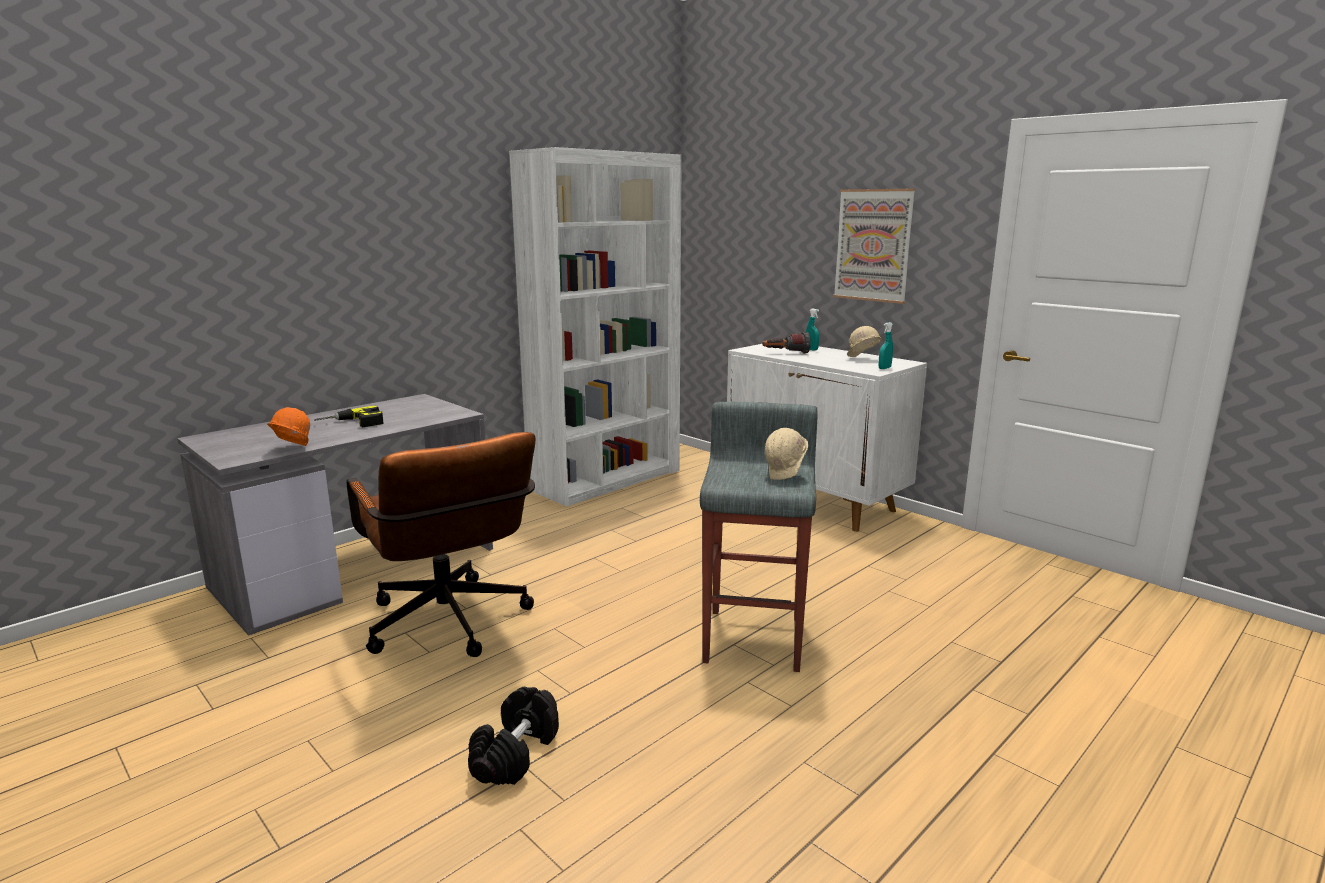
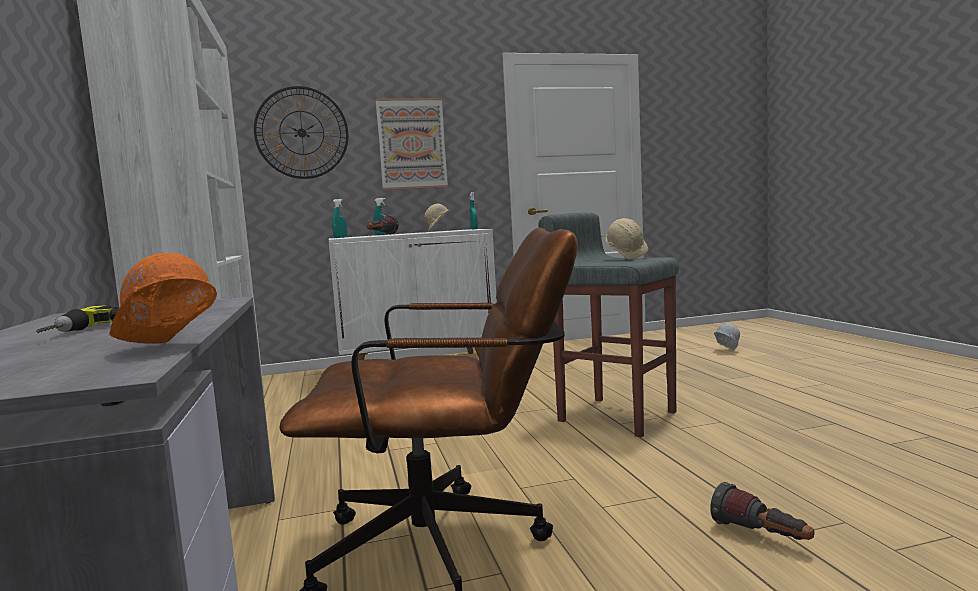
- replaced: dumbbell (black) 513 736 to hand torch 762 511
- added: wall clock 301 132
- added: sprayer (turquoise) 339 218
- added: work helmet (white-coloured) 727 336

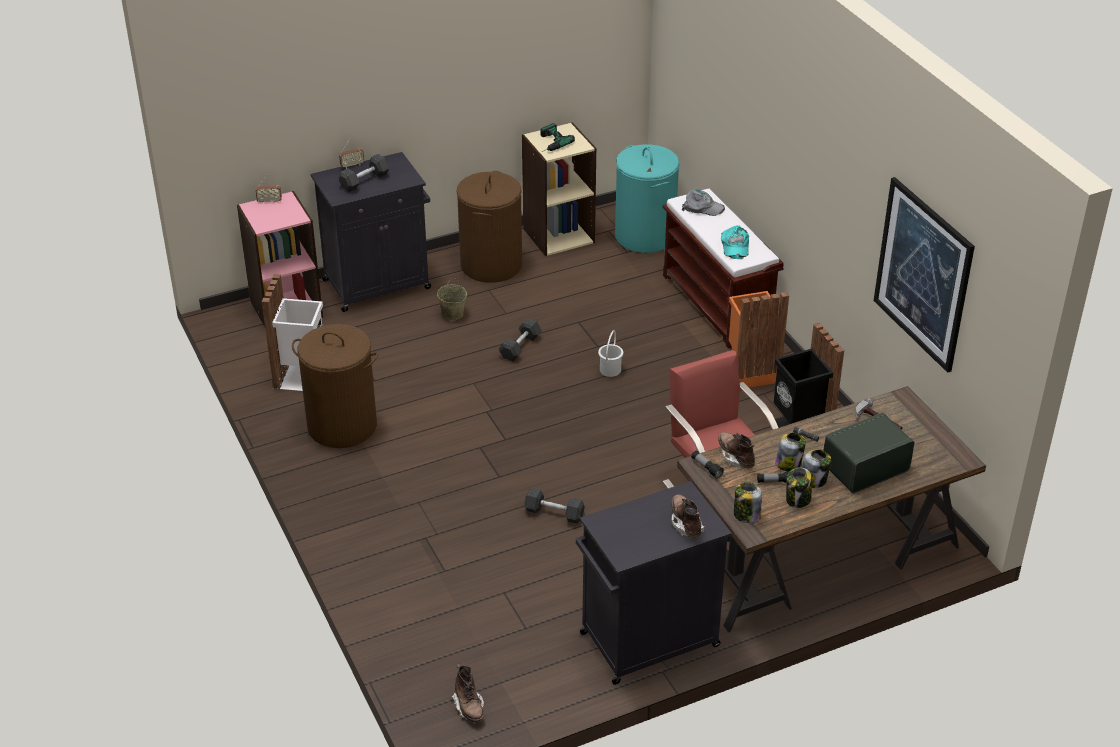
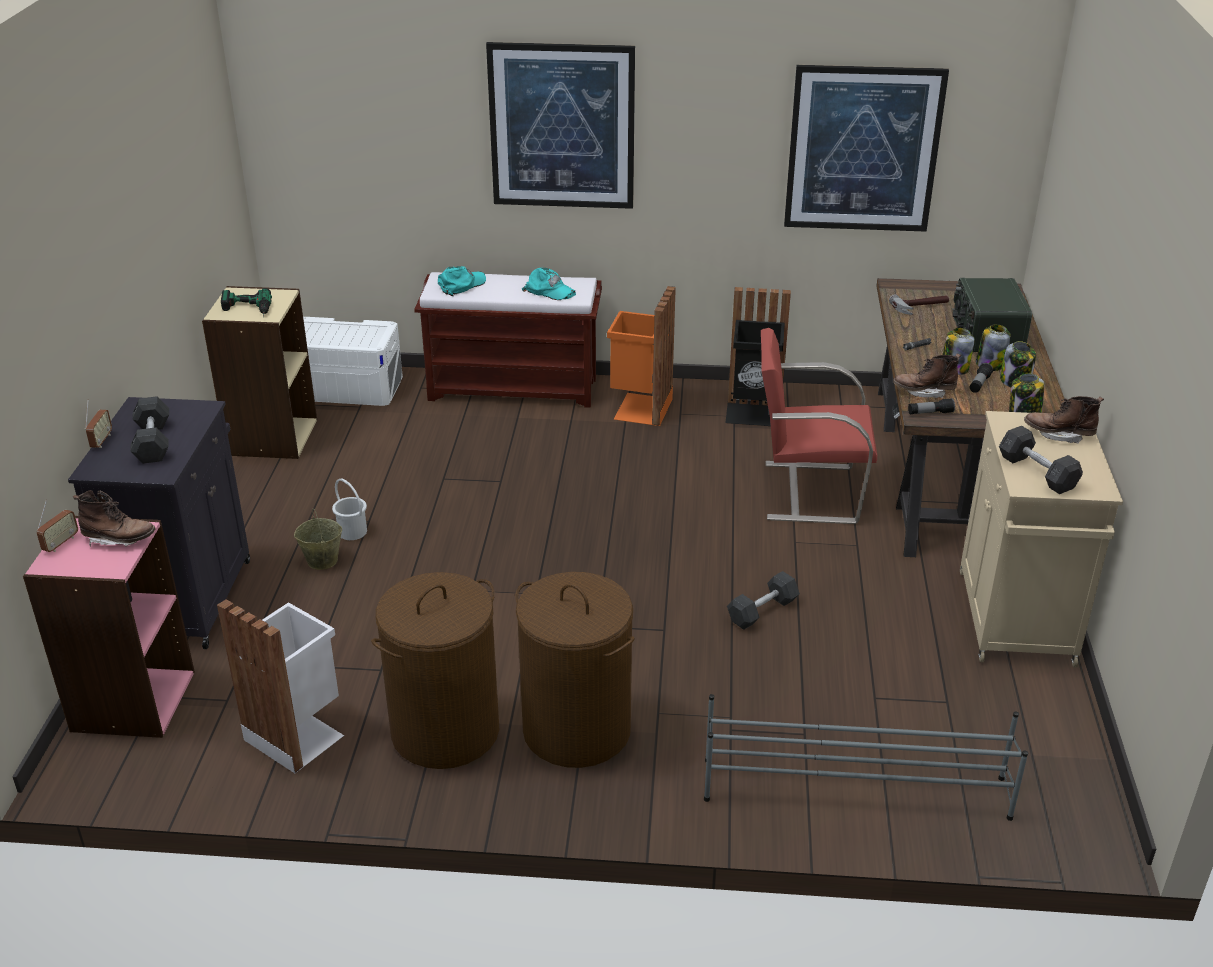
- moved: tall boot (brownish) 467 692 to 114 518
- moved: washing basket (brownish) 489 227 to 575 670
- moved: dumbbell (gray) 520 339 to 1041 460
- recoloured: cupboard (black) 654 583 to cupboard (sand-coloured) 1041 539
- moved: bucket (white-coloured) 610 354 to 349 509
- replaced: washing basket (turquoise) 647 198 to storage box (white-coloured) 353 361
- recoloured: baseball cap (gray) 703 203 to baseball cap (turquoise) 462 281
- added: wall picture 560 125
- added: shoe shelf (gray) 866 757

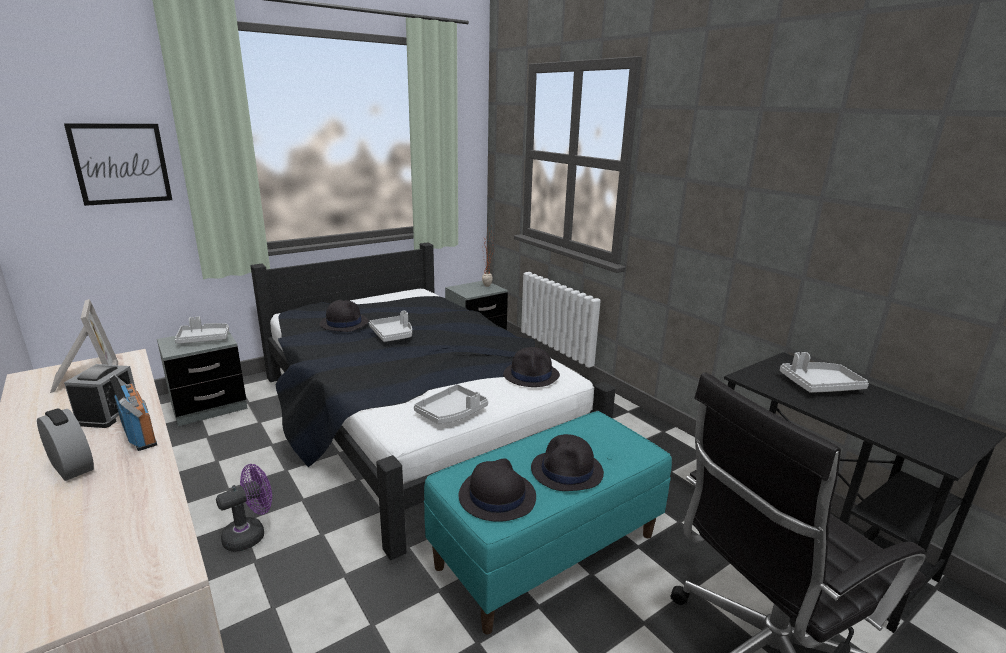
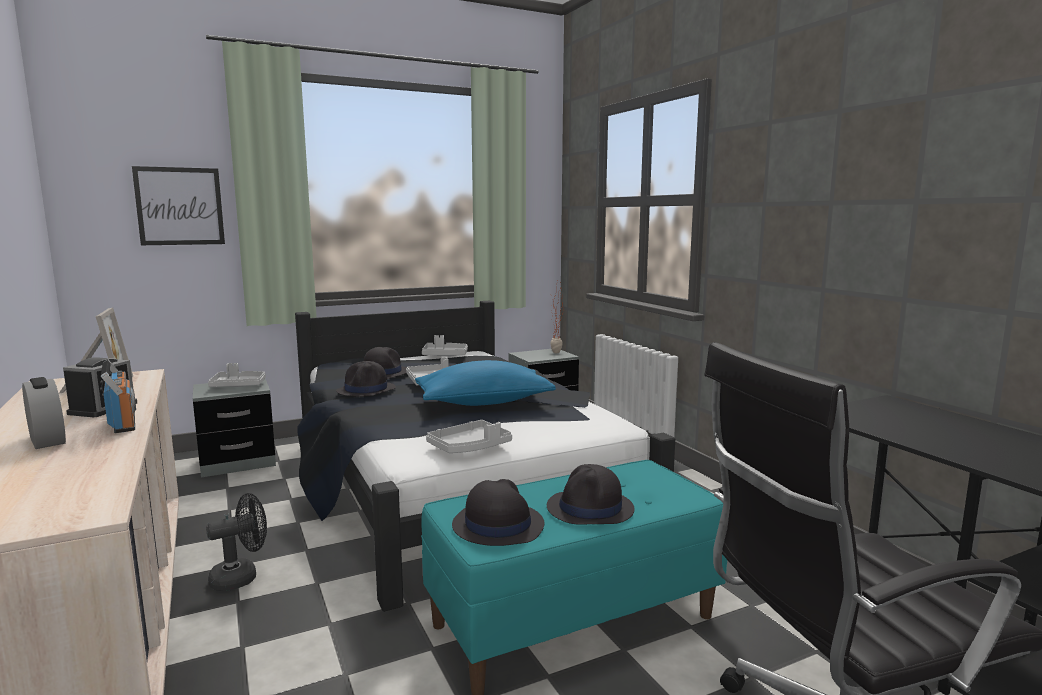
- recoloured: electric fan (purple-coloured) 244 508 to electric fan (black) 236 542
- moved: wearable hat (black) 531 367 to 366 379
- moved: serving tray (gray) 824 372 to 445 345
- added: cushion (bluish) 485 383

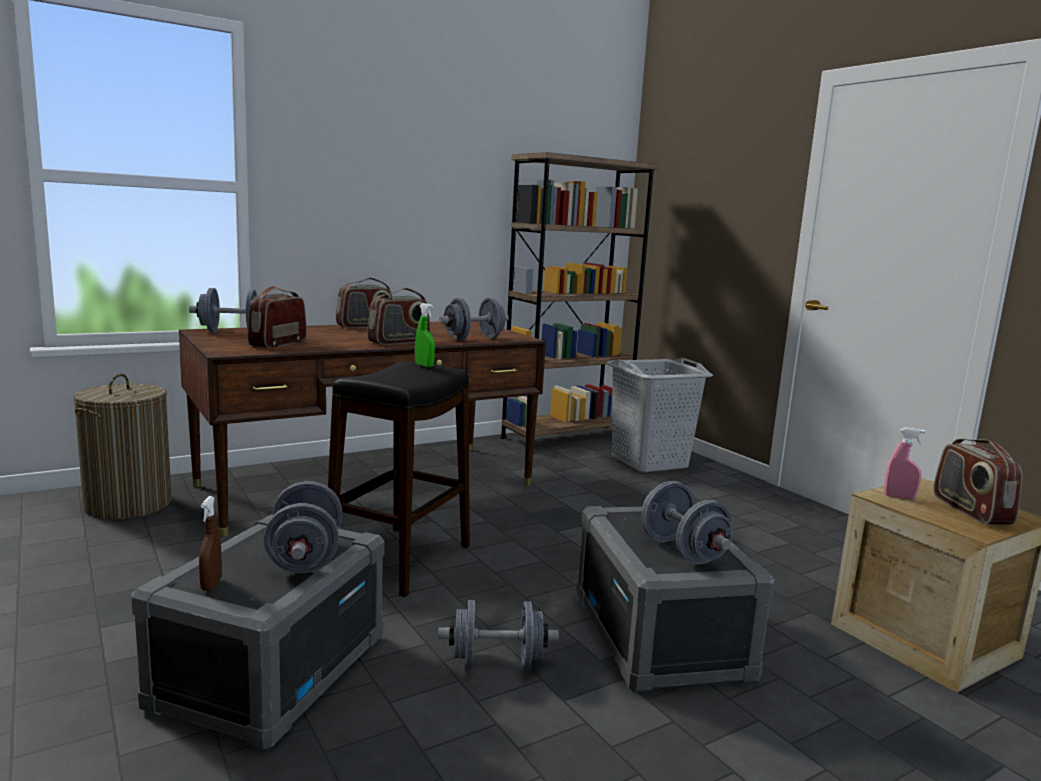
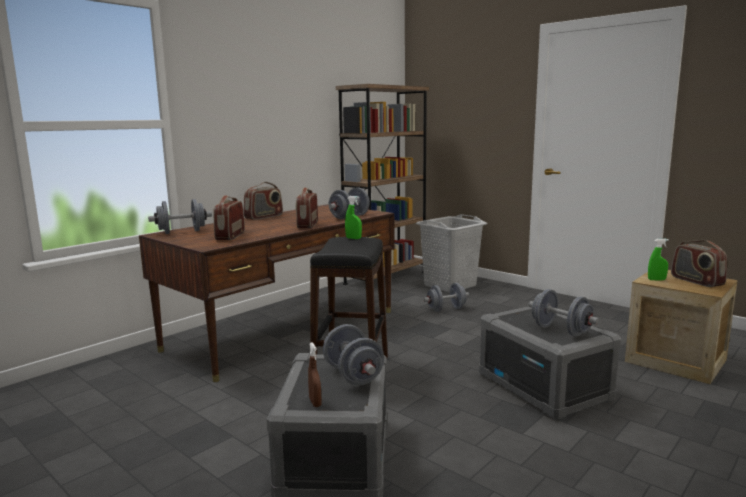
- removed: washing basket 122 446
- turned: radio set 399 316 = 307 207 150 degrees clockwise
- moved: dumbbell (gray) 498 634 to 446 297
- recoloured: sprayer (pink-coloured) 904 463 to sprayer (greenish) 658 259

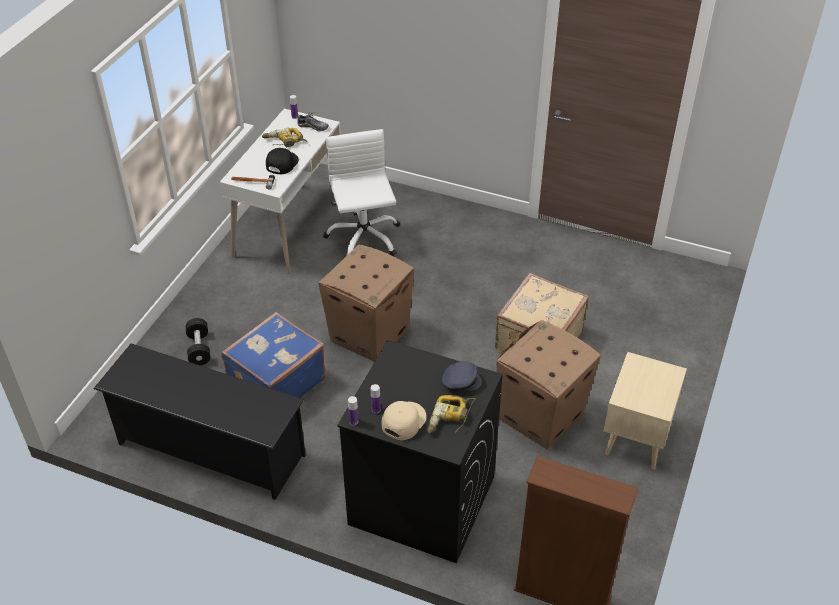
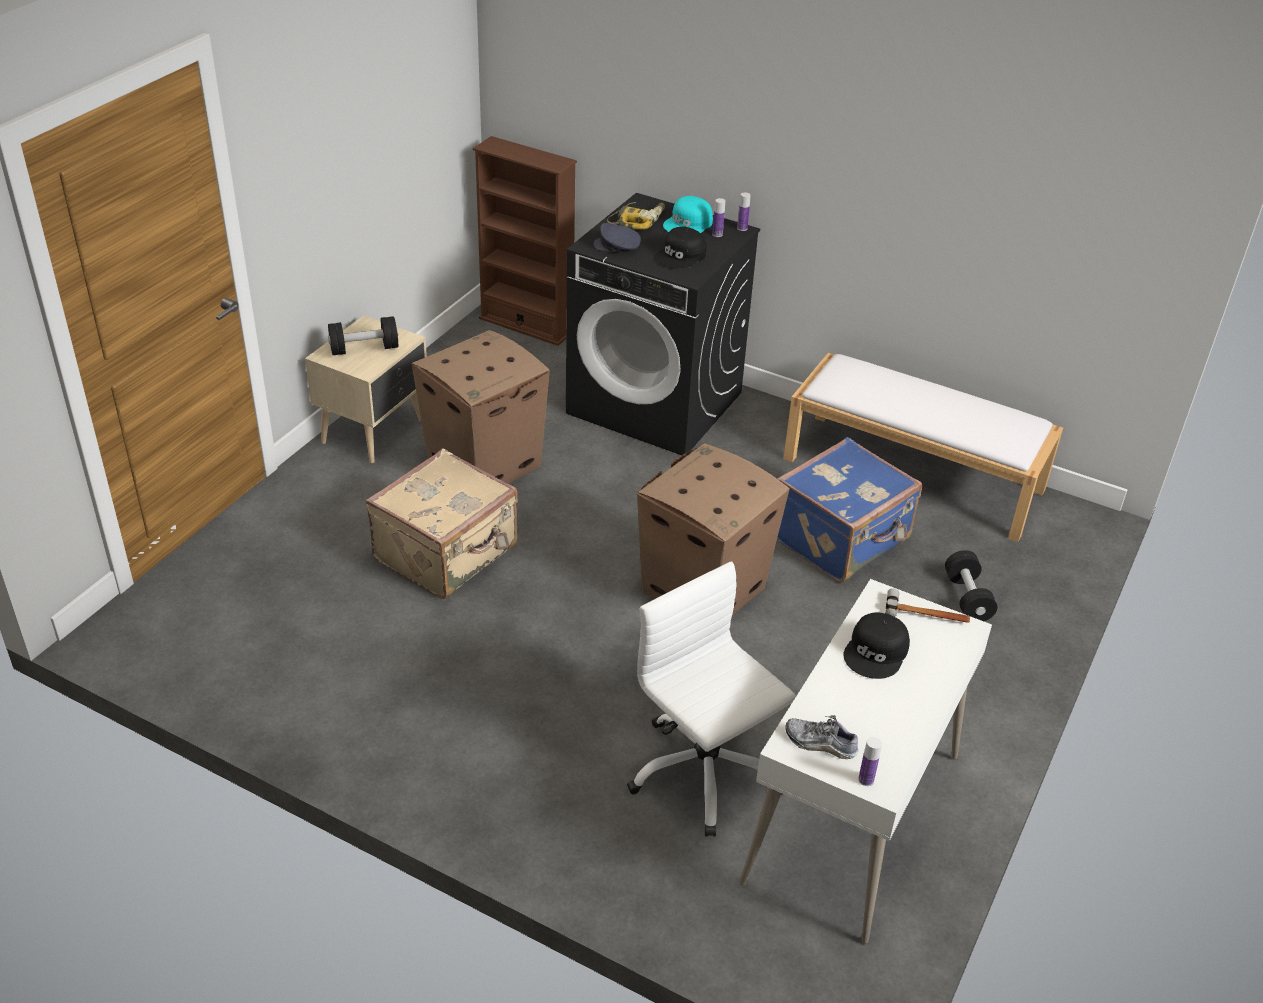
- replaced: shoe shelf (black) 200 421 to long seat (white-coloured) 923 447
- removed: electric drill 284 137
- turned: computer chair (white-coloured) 361 192 = 711 699 150 degrees clockwise
- recoloured: baseball cap (sand-coloured) 403 420 to baseball cap (turquoise) 688 214
- added: dumbbell (black) 363 335
- added: baseball cap (black) 681 248

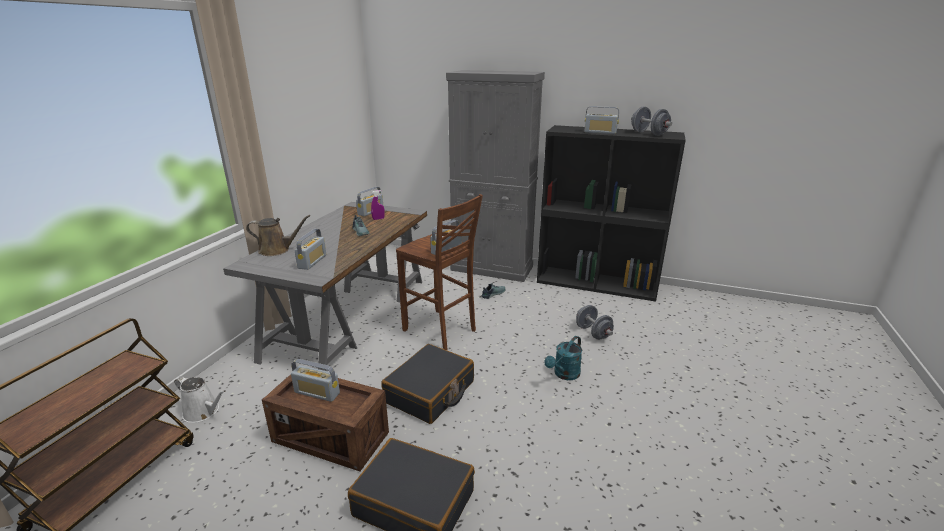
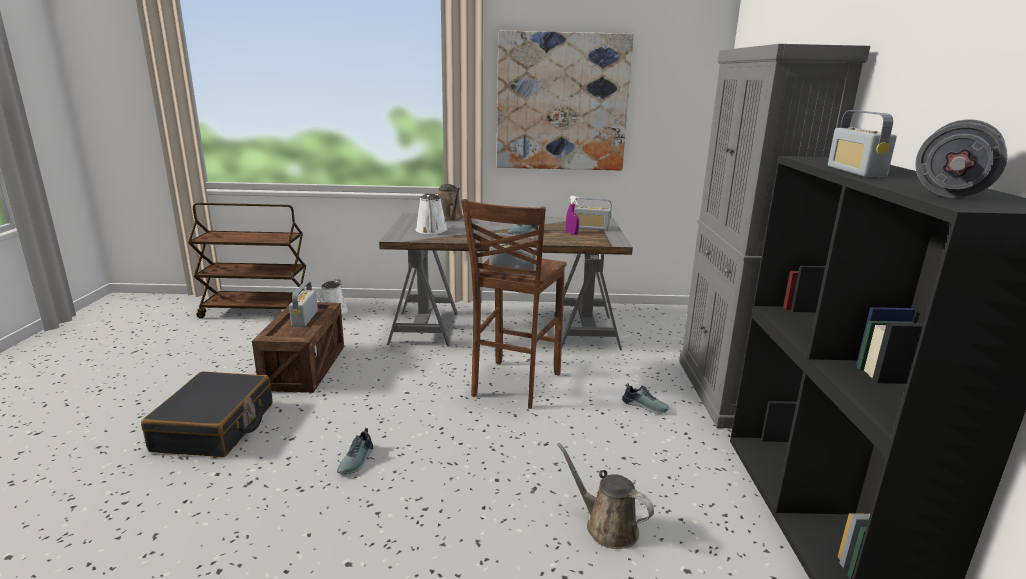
- replaced: radio set 310 249 to watering pot (white-coloured) 432 213
- removed: piece of luggage (black) 427 384
- removed: watering pot (turquoise) 563 358
- replaced: dumbbell (gray) 595 322 to watering pot (brownish) 605 496
- added: low shoe 355 451
- added: wall picture 565 101

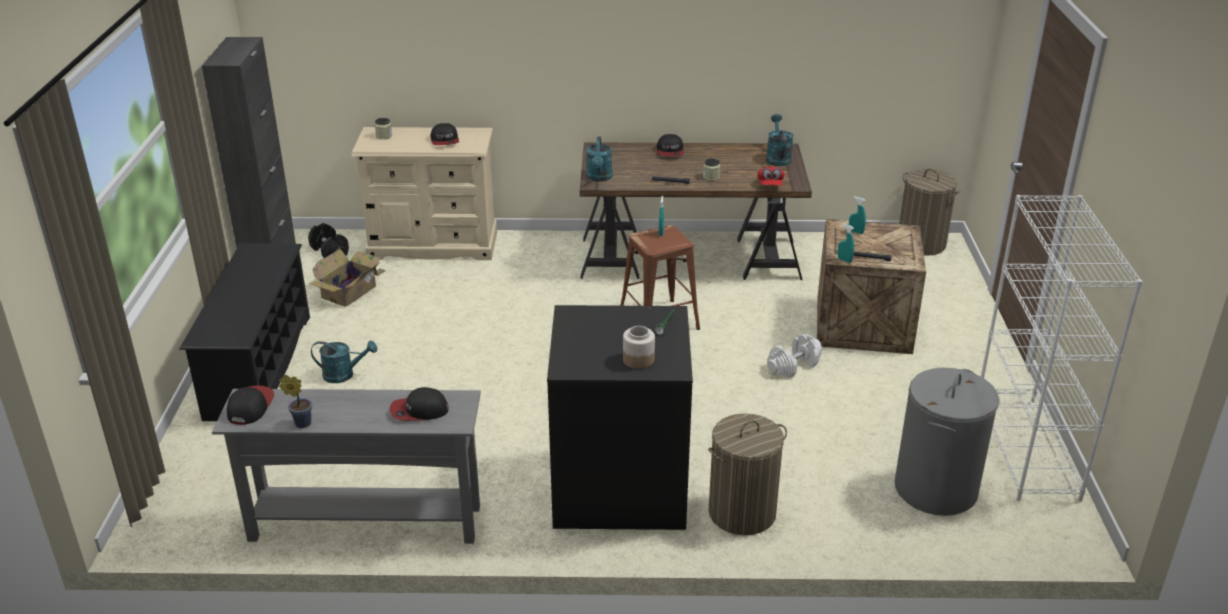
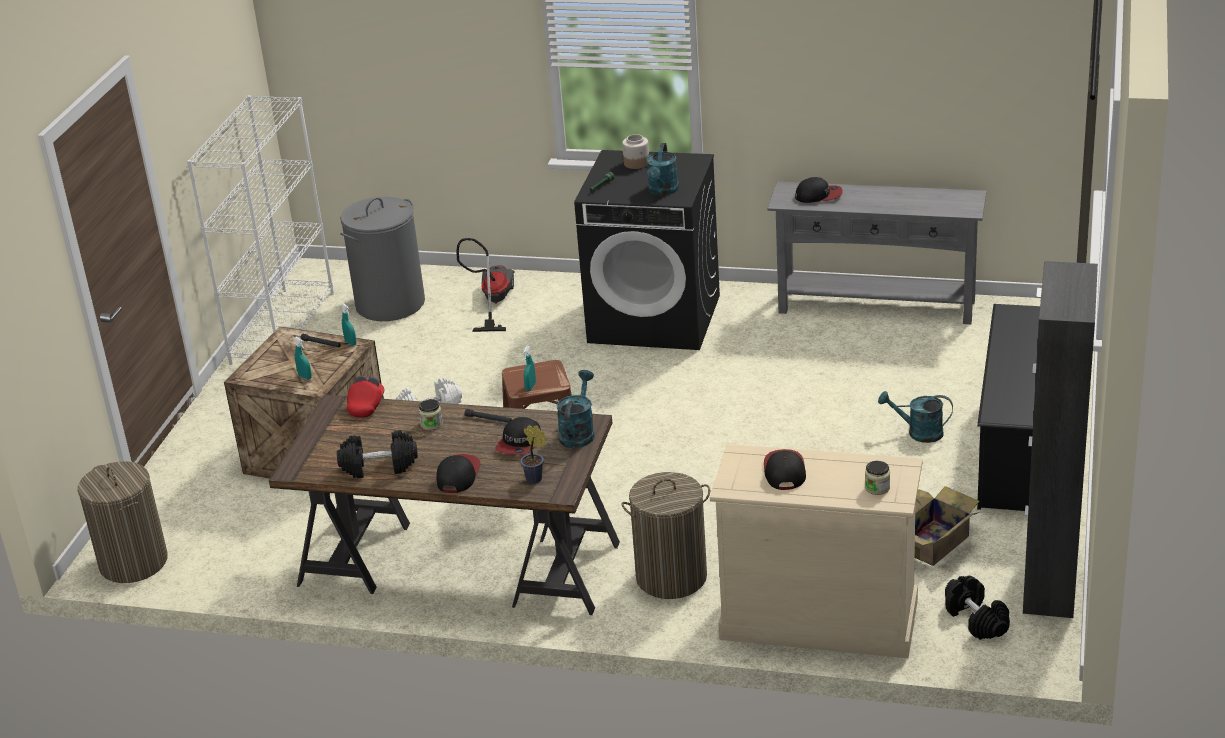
- moved: baseball cap 250 405 to 518 436
- moved: plant in a pot 295 401 to 533 454
- moved: washing basket 747 474 to 666 535
- moved: watering pot (turquoise) 779 140 to 662 169
- added: dumbbell (black) 377 454
- added: hoover 485 285

